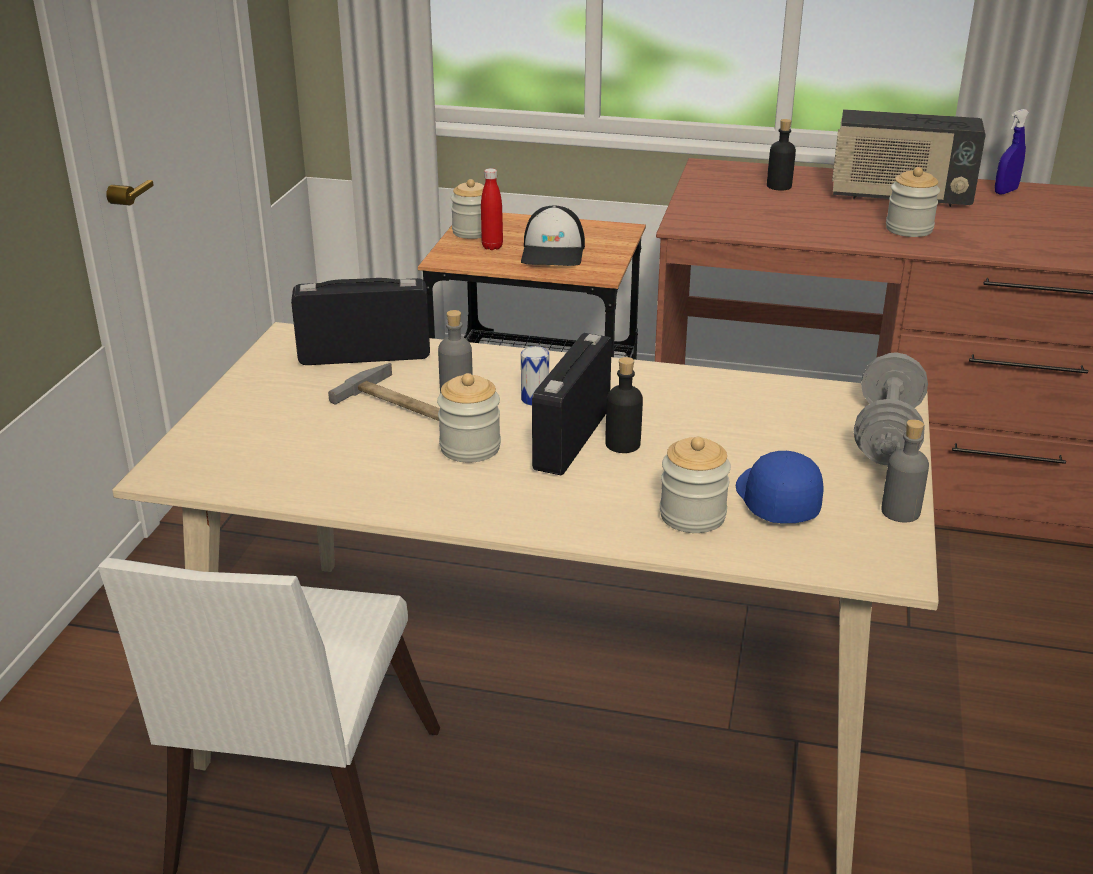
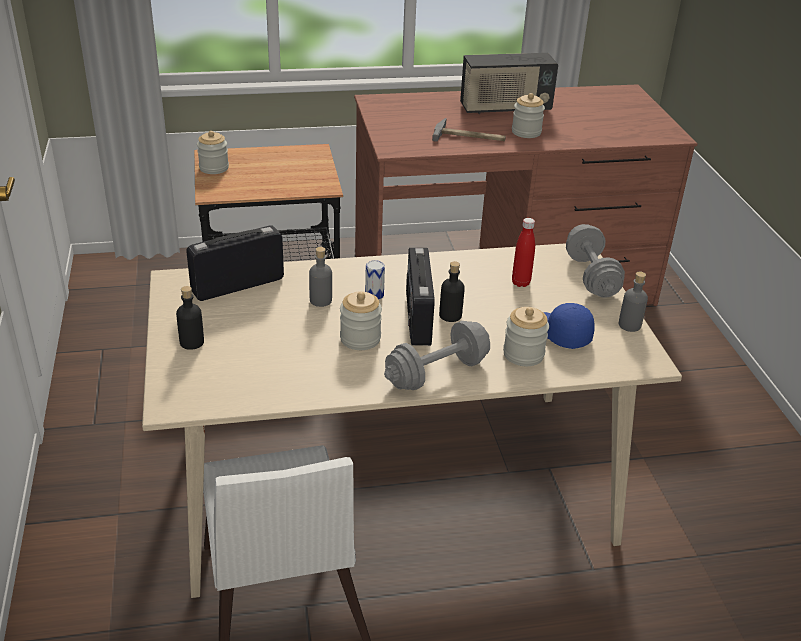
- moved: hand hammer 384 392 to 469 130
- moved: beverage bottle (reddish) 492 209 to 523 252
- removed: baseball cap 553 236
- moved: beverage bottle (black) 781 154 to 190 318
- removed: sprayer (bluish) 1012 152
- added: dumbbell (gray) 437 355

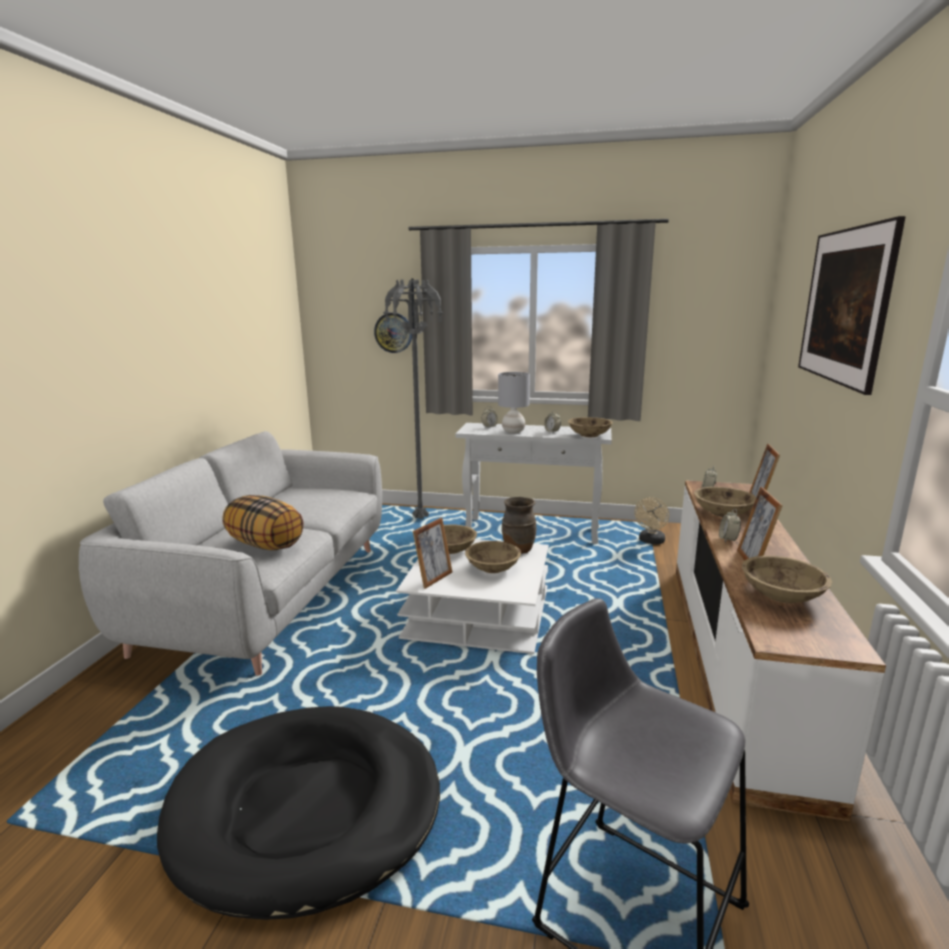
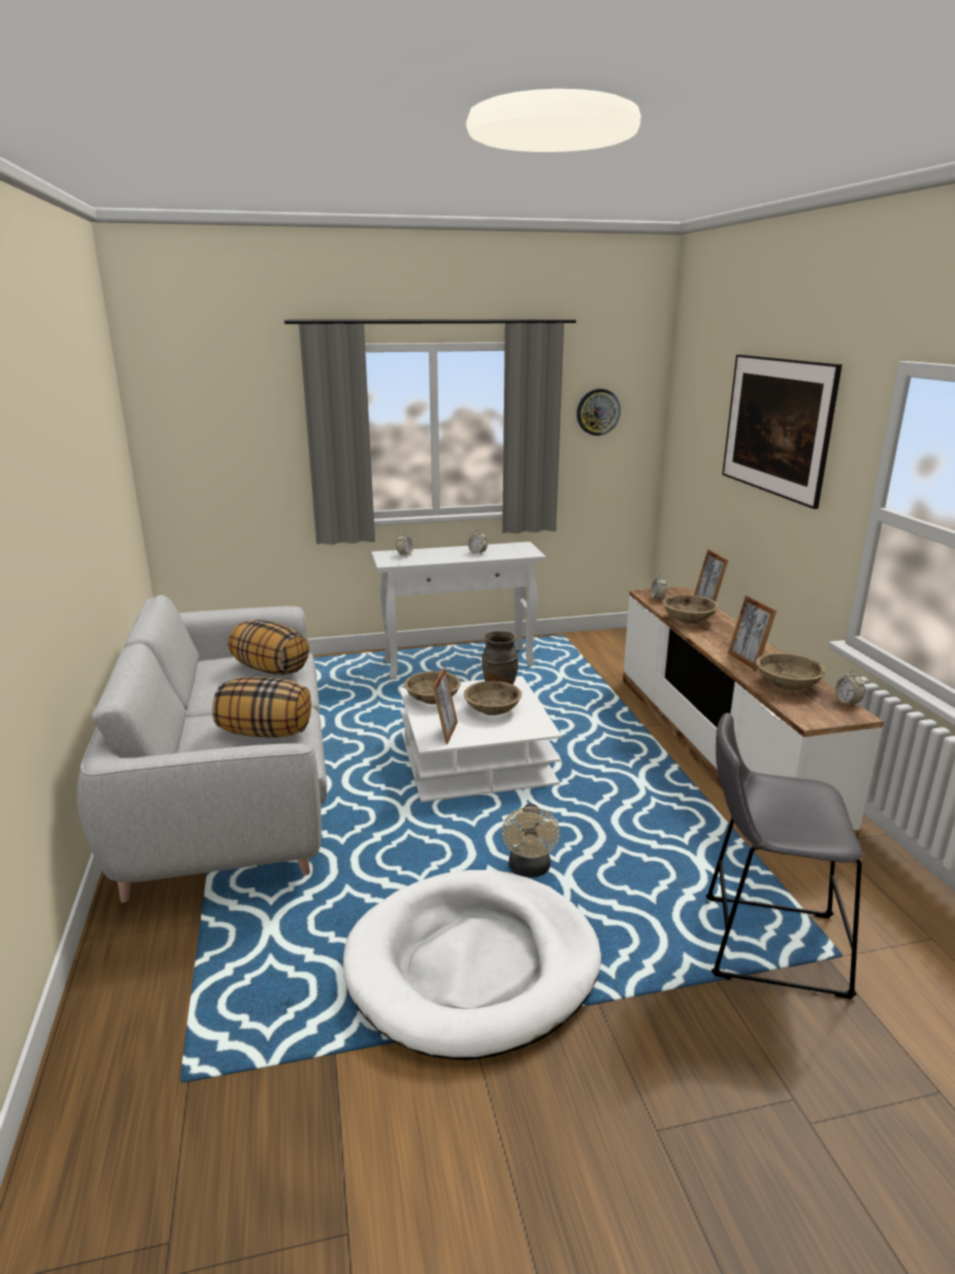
- recoloured: dog bed (black) 298 813 to dog bed (white-coloured) 472 965
- moved: wall clock 393 333 to 599 412
- removed: standard lamp (gray) 413 399
- removed: tabletop lamp (gray) 514 402
- removed: deep dish (sand-coloured) 590 427
- moved: electric fan (sand-coloured) 651 521 to 531 840
- moved: alarm clock 730 526 to 850 688
- added: cushion 268 647

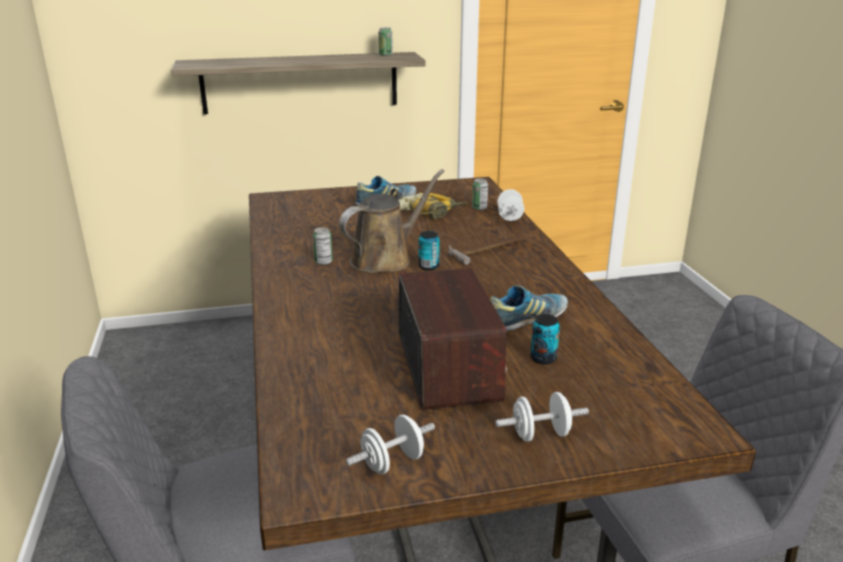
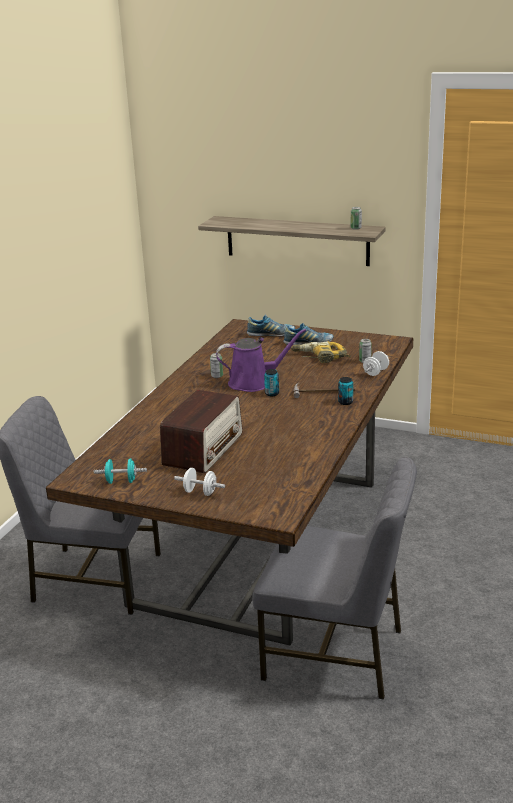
- recoloured: watering pot (brownish) 391 221 to watering pot (purple-coloured) 261 360
- recoloured: dumbbell (white-coloured) 390 444 to dumbbell (turquoise) 120 471
- moved: low shoe 529 308 to 271 325
- moved: metal can 545 339 to 345 391

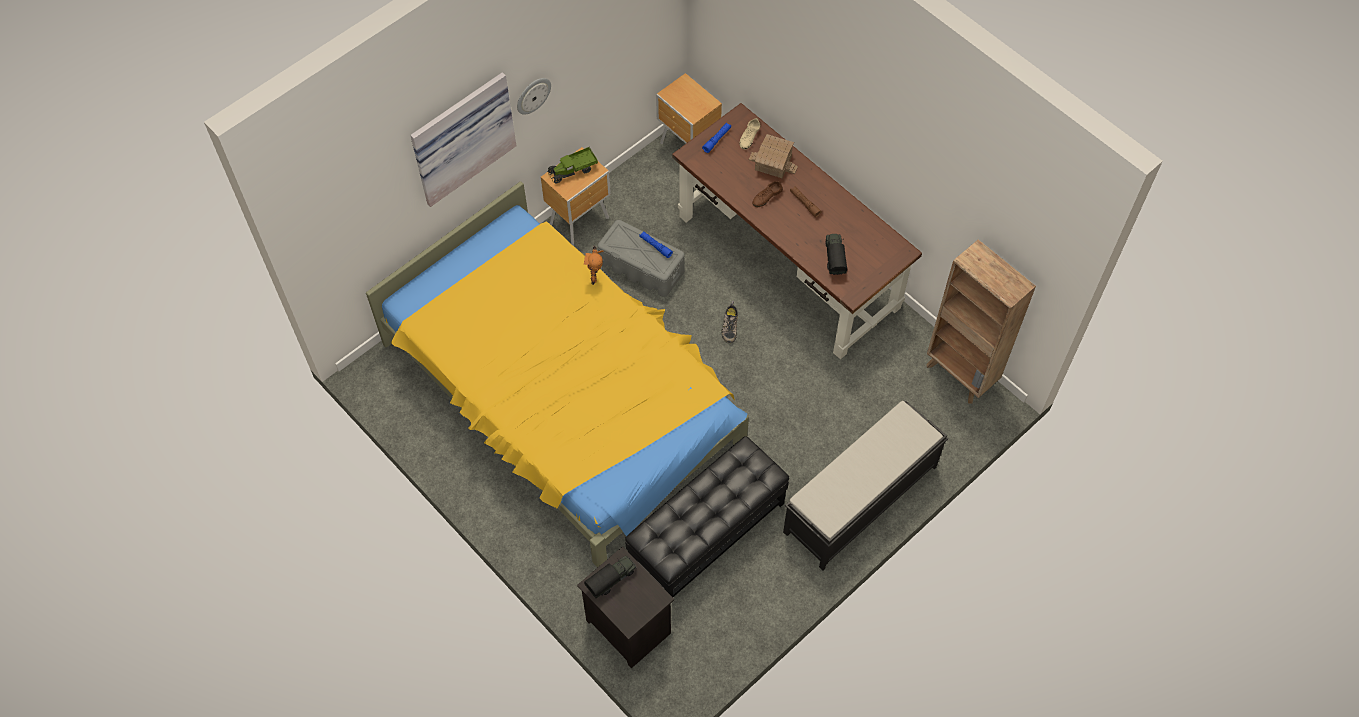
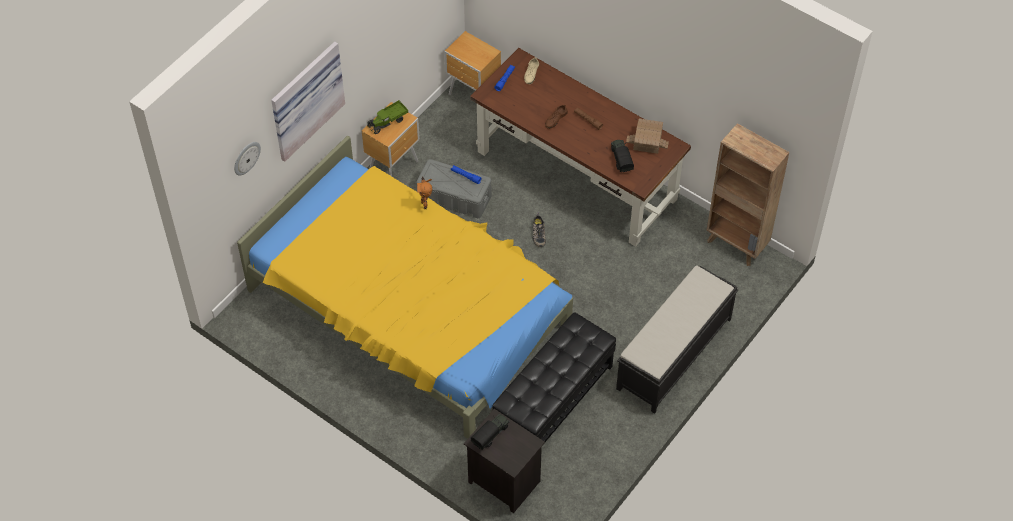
- moved: wall clock 534 96 to 247 158
- moved: miniature house 773 156 to 647 136

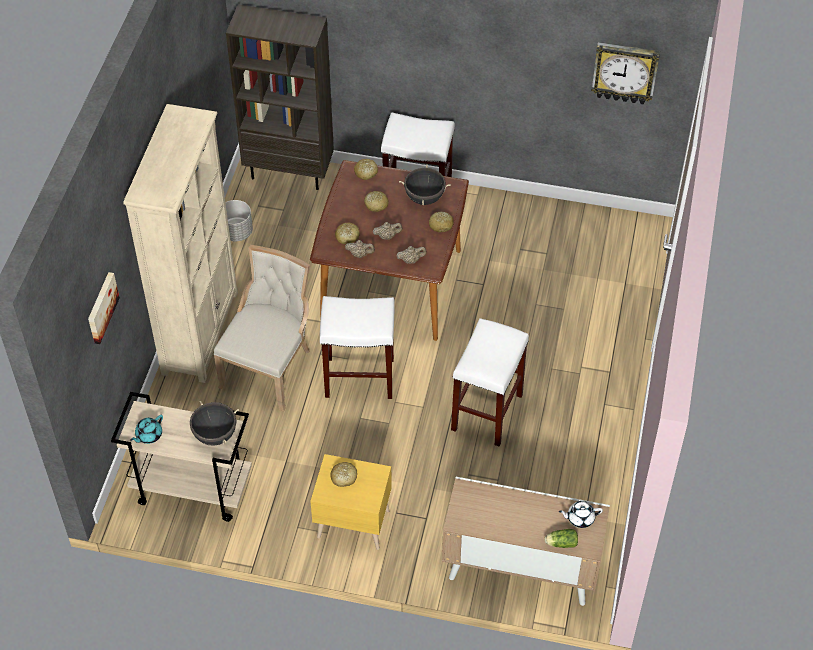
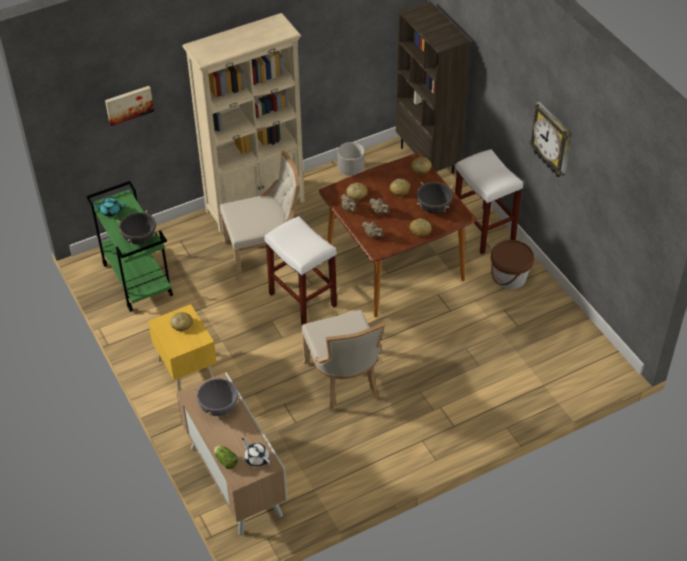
- recoloured: wheeled cart (sand-coloured) 181 457 to wheeled cart (greenish) 129 246
- replaced: stool seat (white-coloured) 490 382 to upright chair (sand-coloured) 343 360
- moved: wall clock 625 73 to 550 139
- added: saucepot (gray) 217 395
- added: bucket (brownish) 512 264

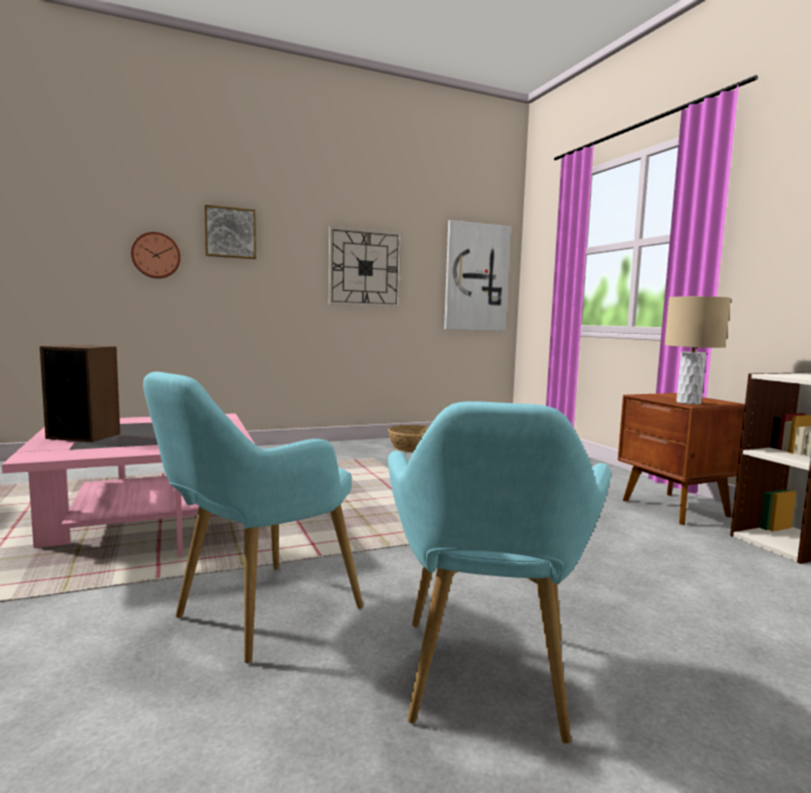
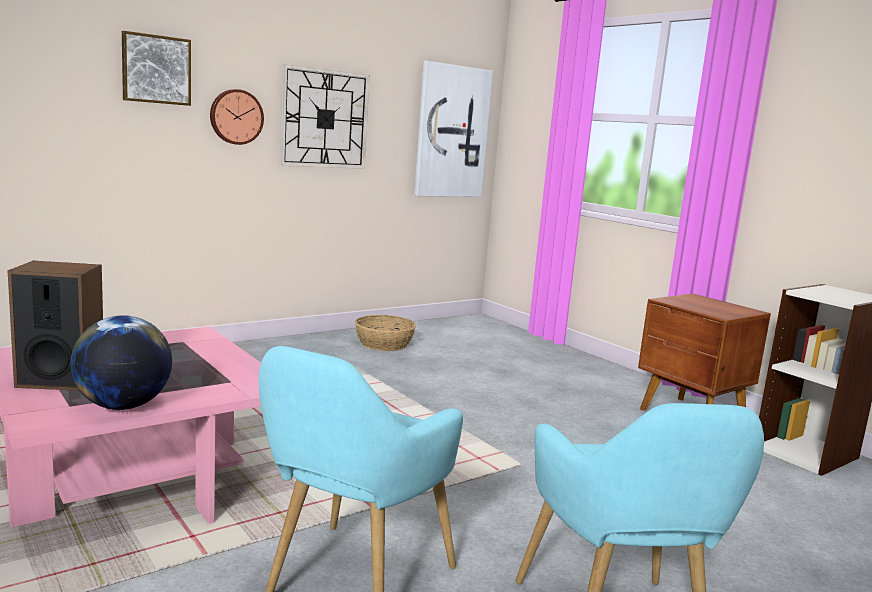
- moved: wall clock 156 255 to 237 117
- removed: tabletop lamp (sand-coloured) 698 350
- added: globe 121 362

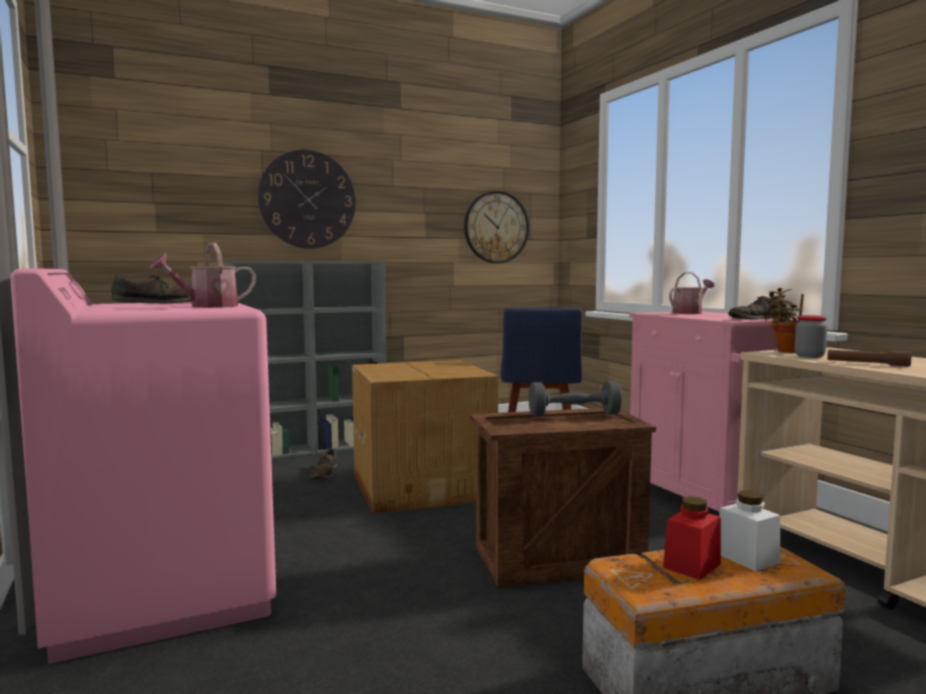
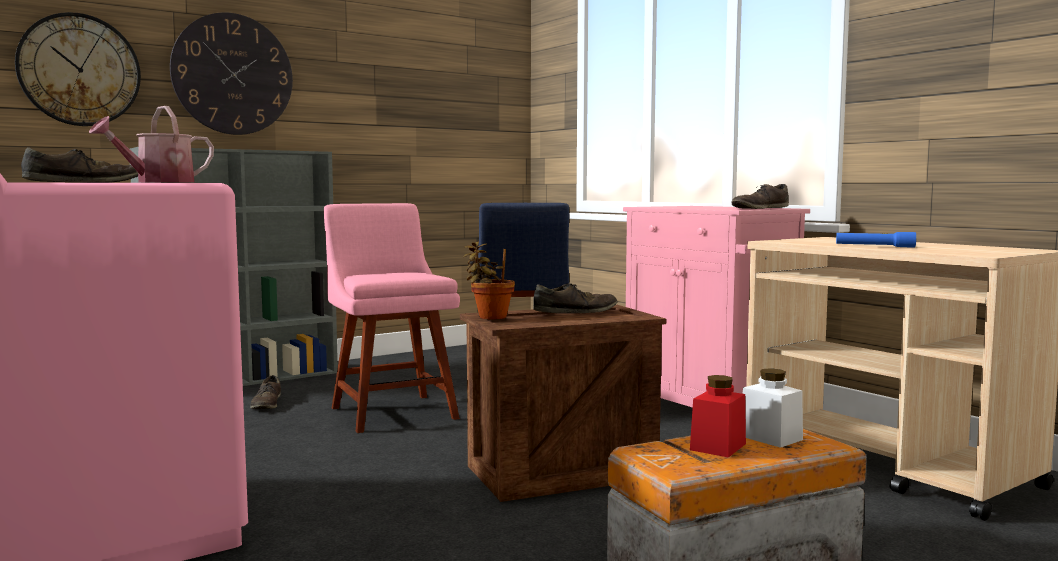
- replaced: carton 425 437 to upright chair (pink-coloured) 392 318
- moved: wall clock 496 227 to 78 69
- replaced: dumbbell (gray) 575 398 to low shoe (brownish) 575 298
- removed: watering pot 691 293
- moved: plant in a pot 783 320 to 489 281
- removed: preserve jar 811 337
- recoloured: hand torch (brownish) 869 358 to hand torch (bluish) 876 240

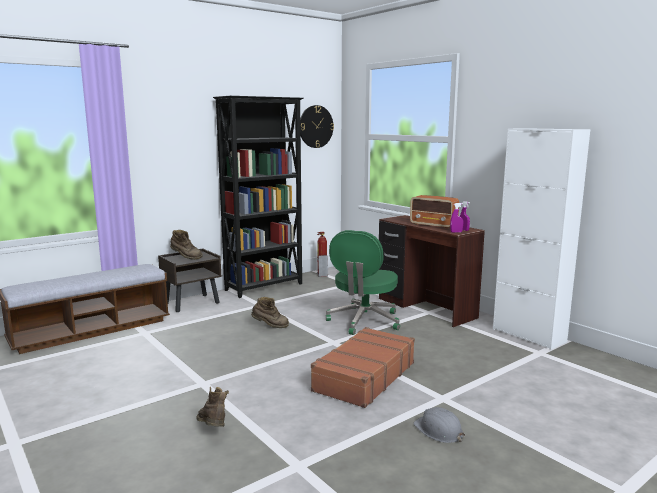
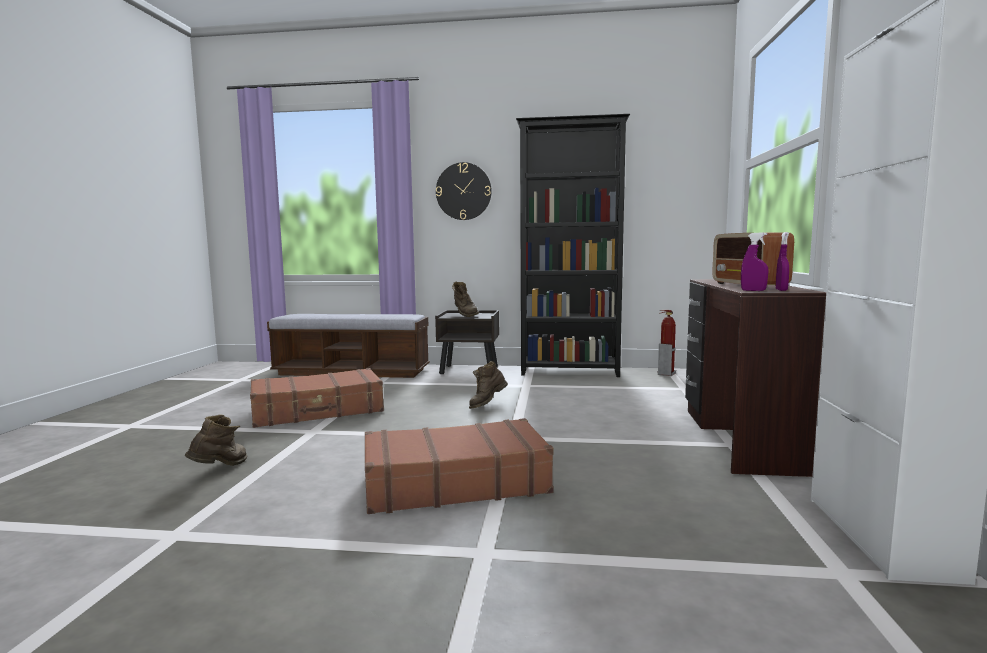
- turned: tall boot (brownish) 270 312 = 488 385 90 degrees clockwise
- moved: wall clock 317 126 to 464 191
- removed: computer chair (greenish) 363 282
- removed: work helmet (gray) 439 425
- added: piece of luggage (brownish) 317 398

